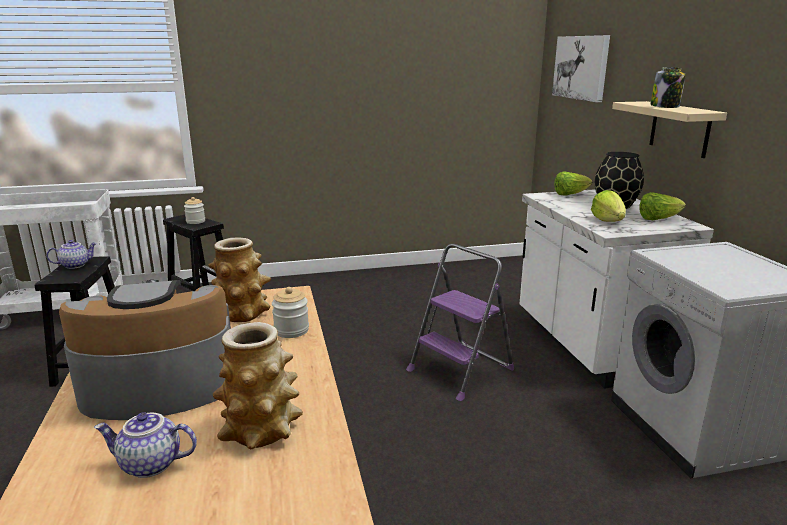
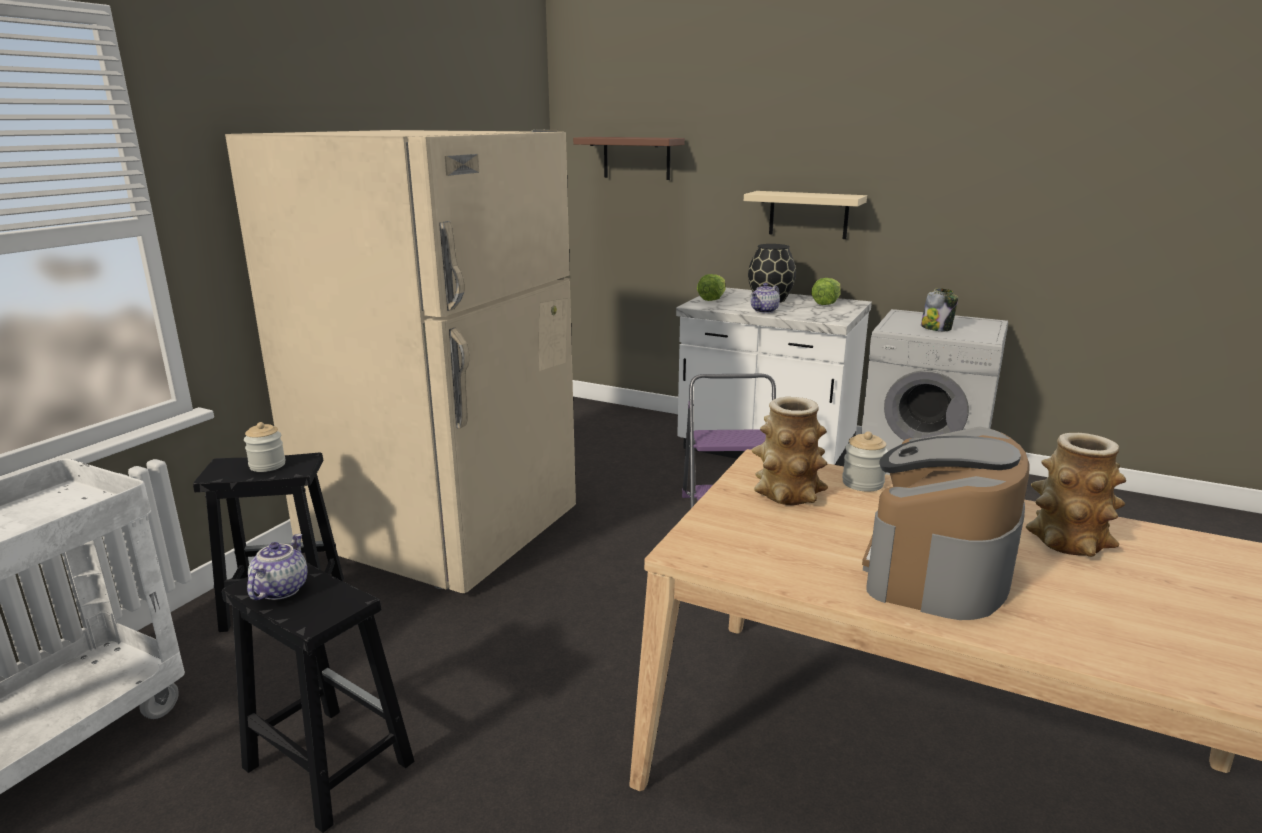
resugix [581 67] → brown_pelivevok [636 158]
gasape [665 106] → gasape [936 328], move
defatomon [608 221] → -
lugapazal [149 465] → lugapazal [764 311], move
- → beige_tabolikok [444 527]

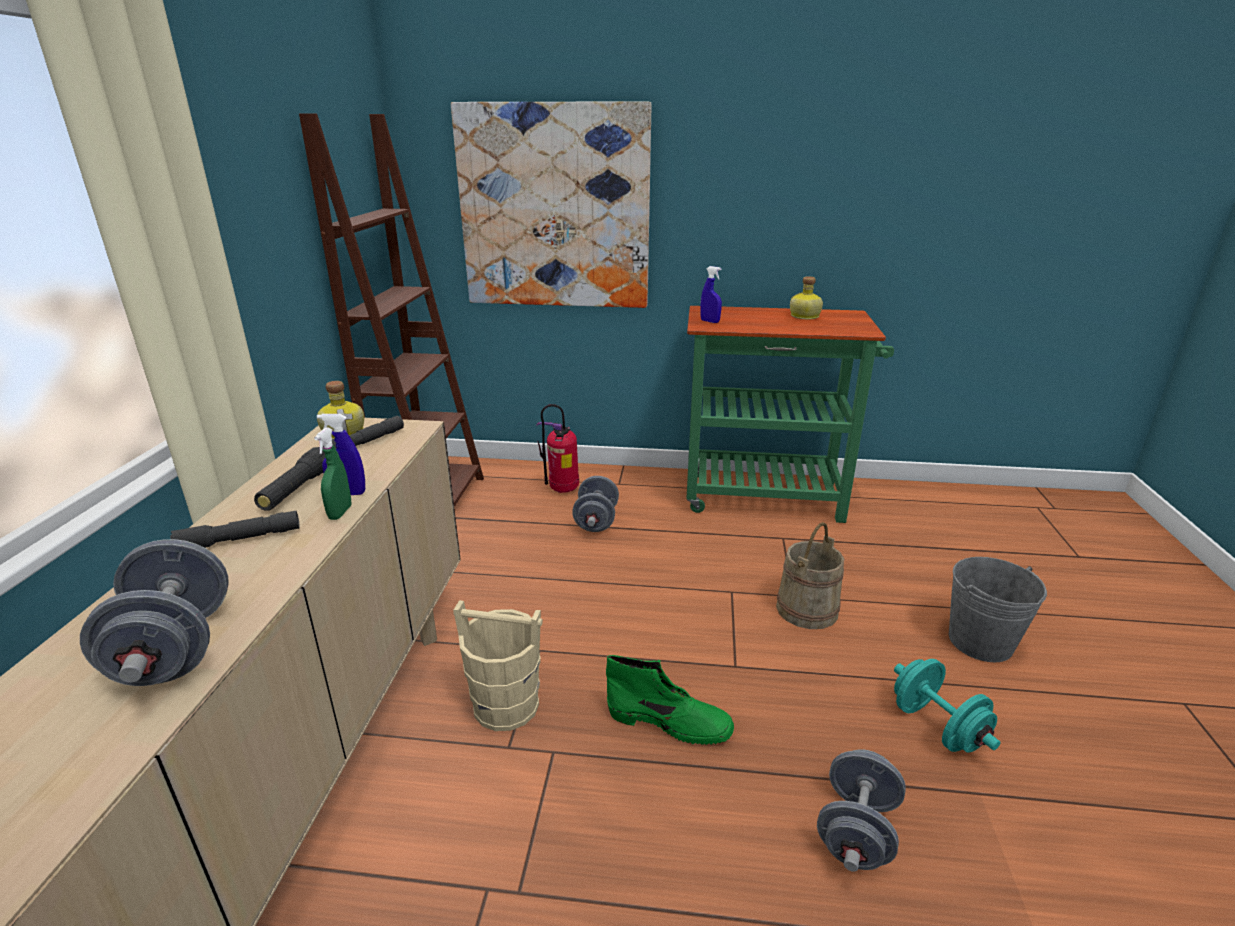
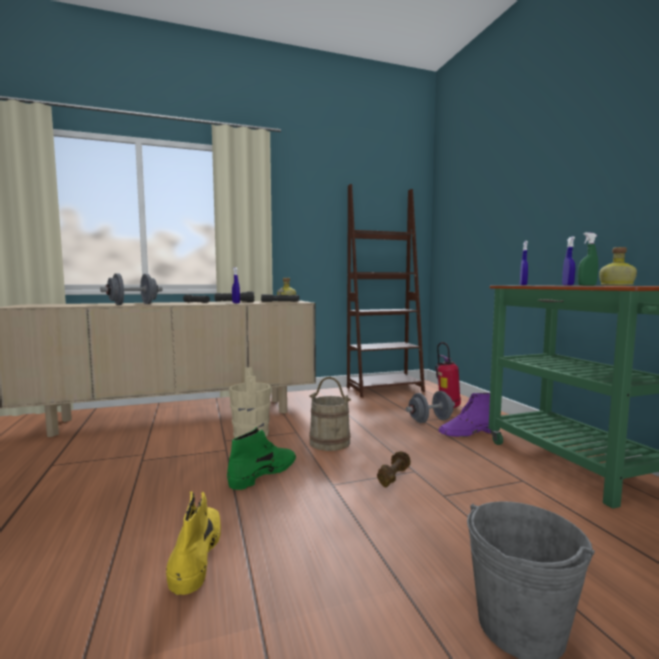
resugix [554 208] → -
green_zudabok [340 513] → green_zudabok [587 285], move
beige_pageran [806 609] → beige_pageran [330 442], move
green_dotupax [670 722] → green_dotupax [264 473], 135 degrees counterclockwise
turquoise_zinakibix [937 727] → -
grey_zinakibix [856 831] → yellow_dotupax [197 552]
- → blue_zudabok [567 285]
- → purple_dotupax [468 433]
- → brown_zinakibix [393 476]

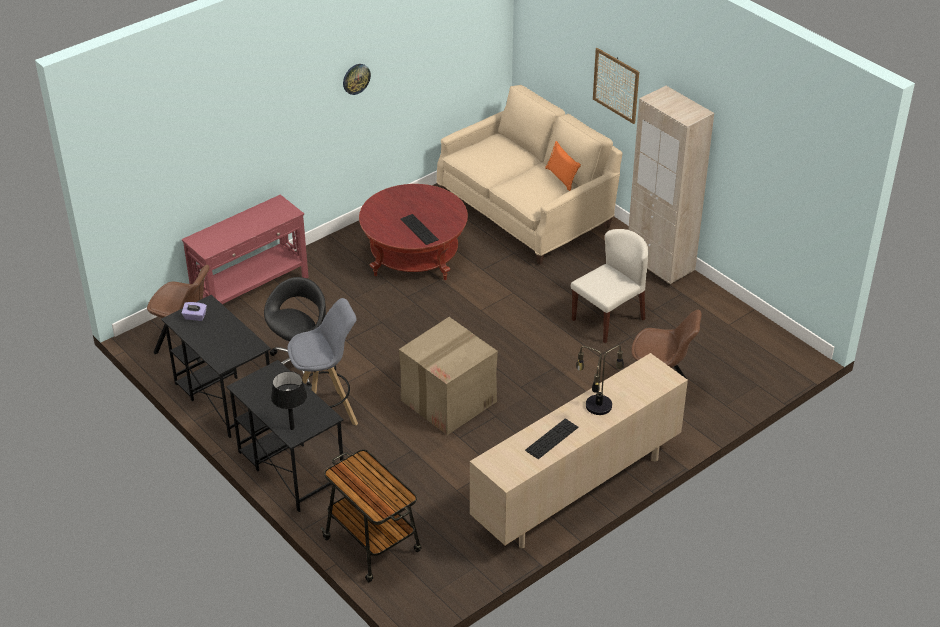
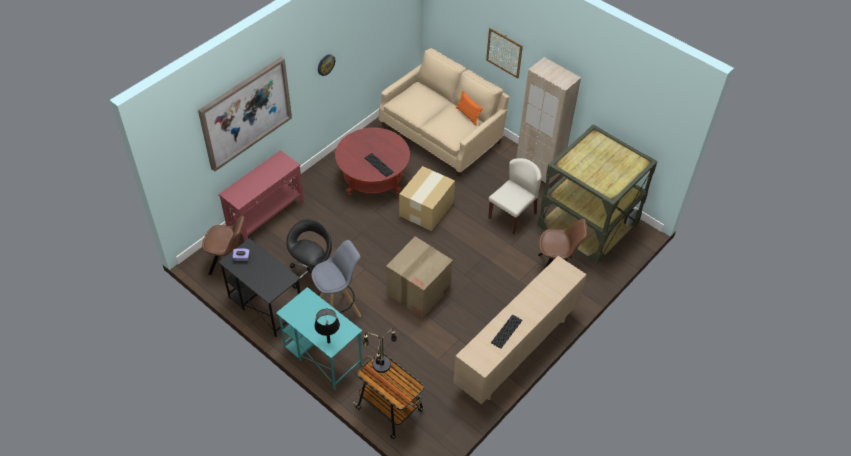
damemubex [598 405] → damemubex [381 364], move
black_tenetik [290 468] → turquoise_tenetik [322 356]
- → resugix [245 112]
- → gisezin [588 224]
- → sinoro [427 209]

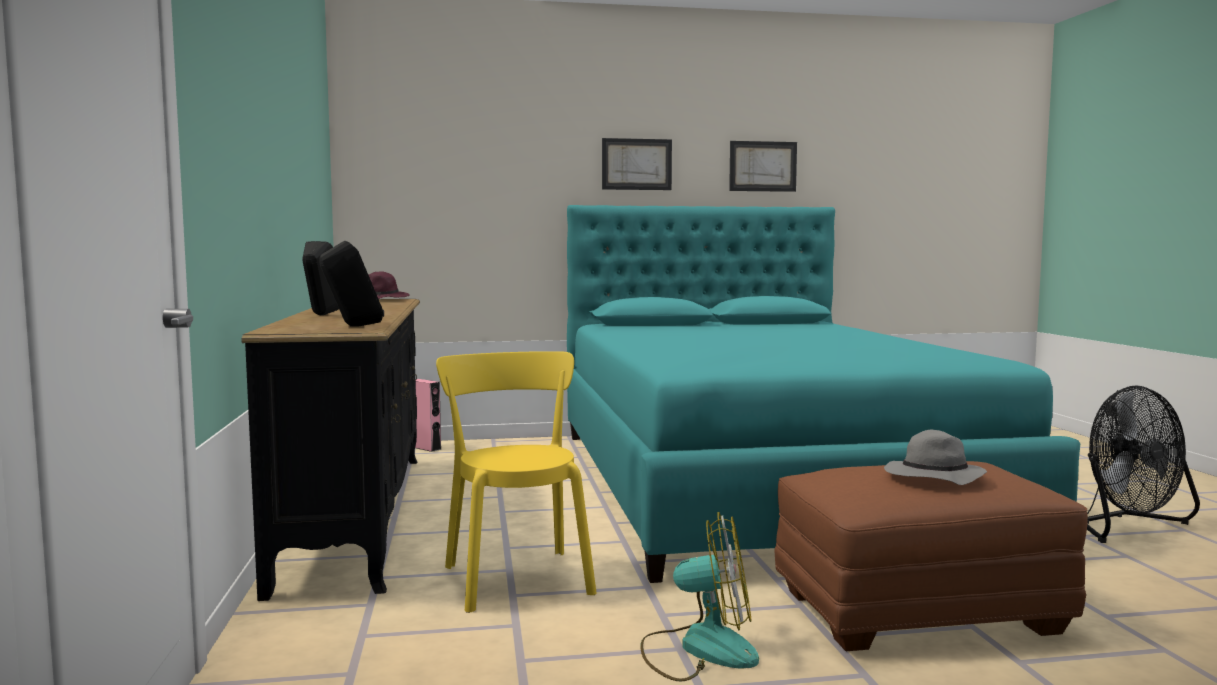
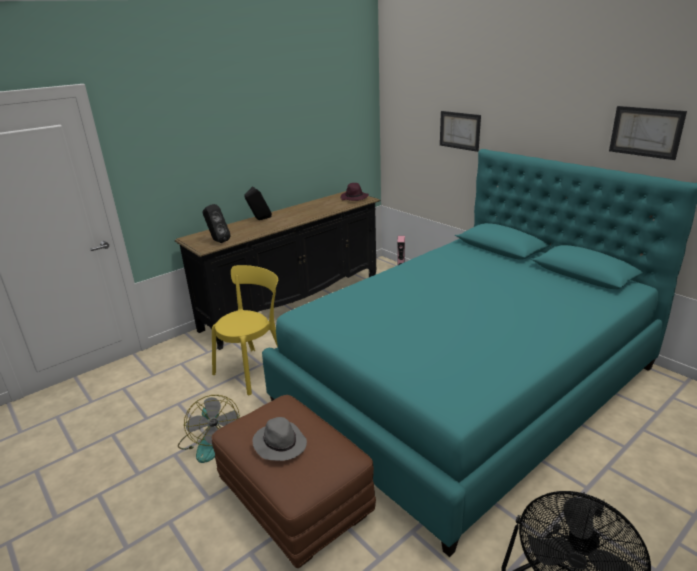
resugix [636 164] → resugix [460 130], move

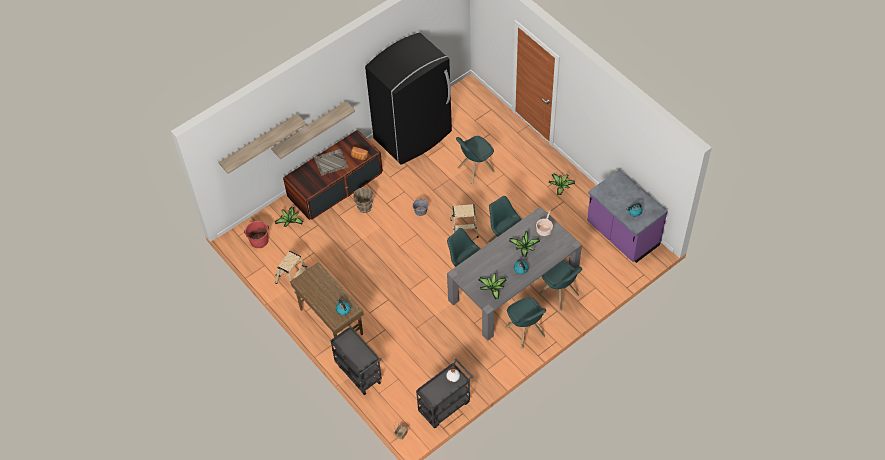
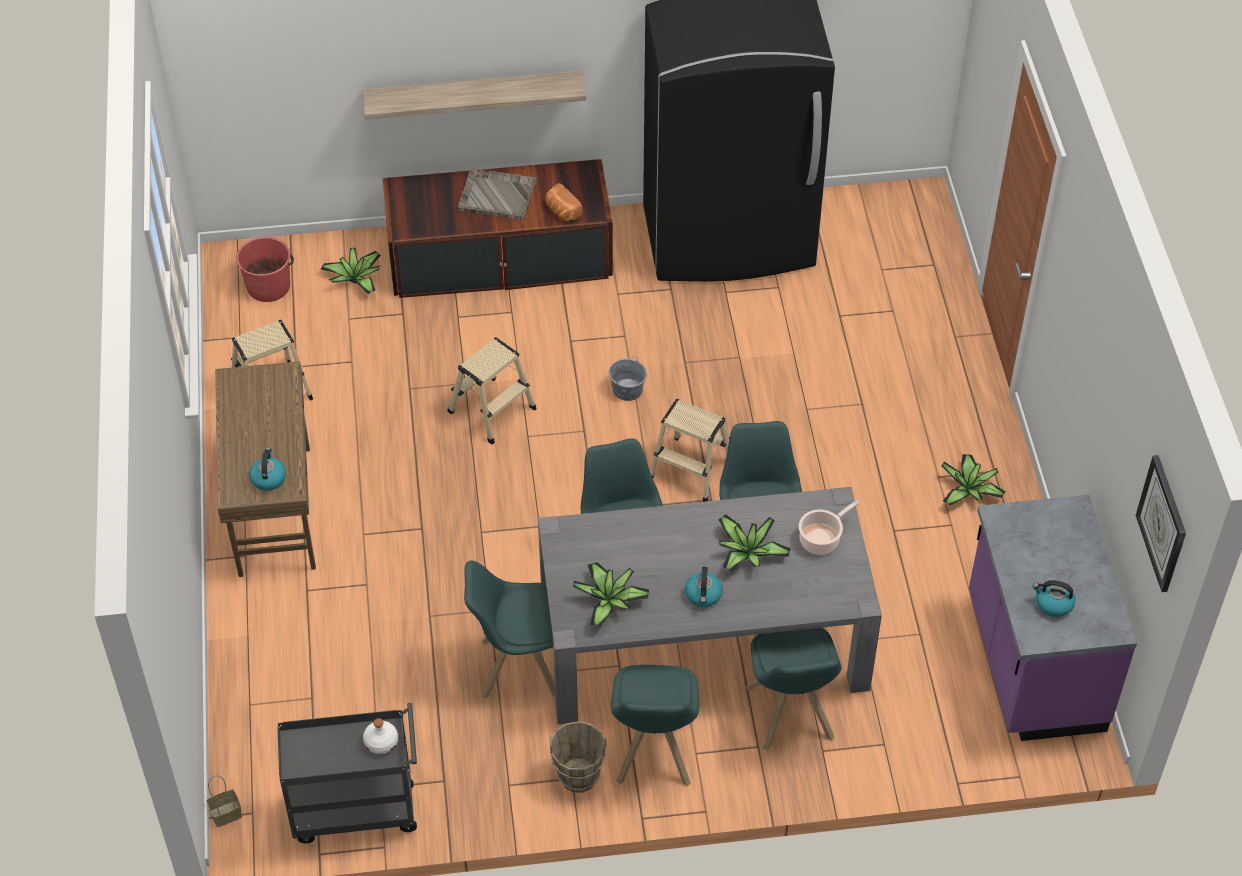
pelivevok [259 142] → -
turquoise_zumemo [475 169] → turquoise_zumemo [519 667], move
brown_pageran [364 207] → brown_pageran [578 775], move
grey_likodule [359 375] → -
- → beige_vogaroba [492 409]
- → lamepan [1162 523]

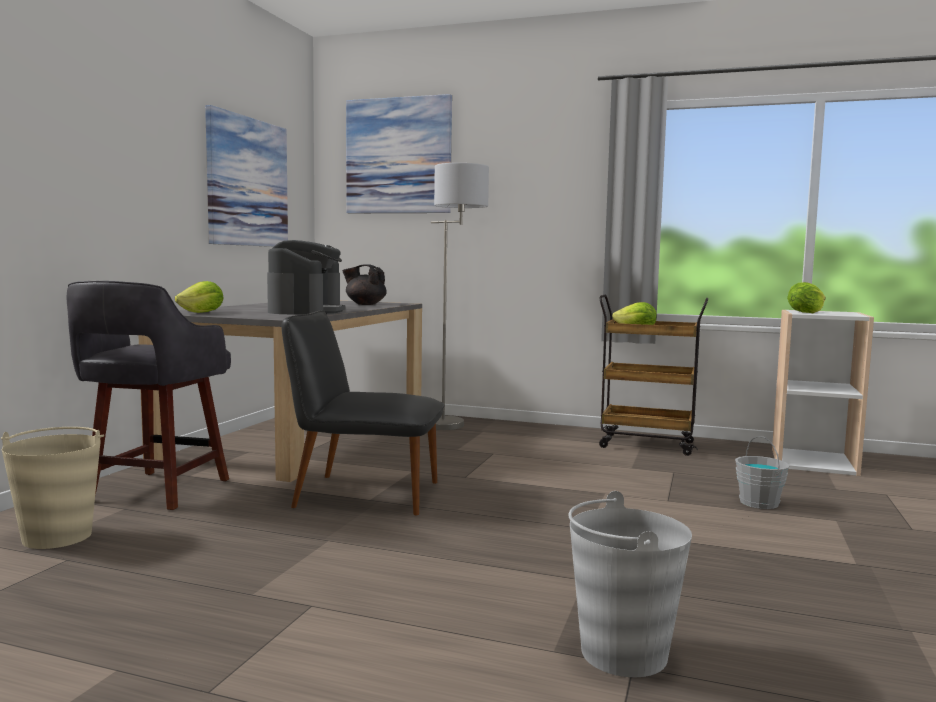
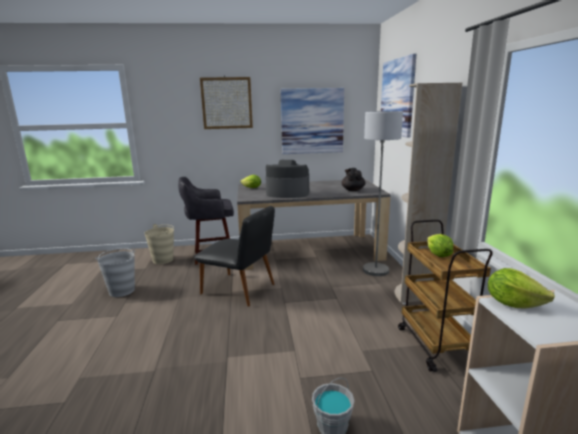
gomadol [306 311] → gomadol [287 193], 150 degrees counterclockwise
black_zumemo [367 494] → black_zumemo [238 289], 135 degrees clockwise
grey_pageran [622 653] → grey_pageran [122 291], move
- → resugix [226 102]
- → beige_gisezin [412 297]

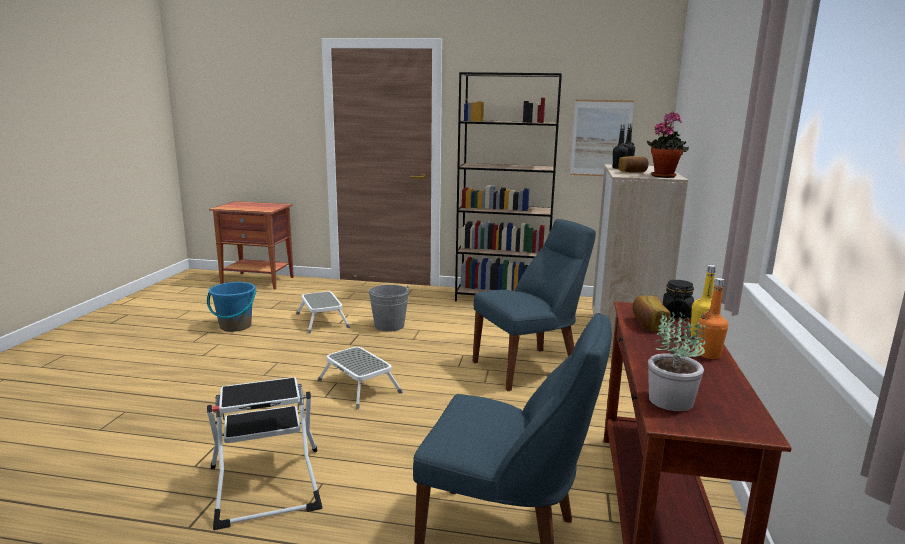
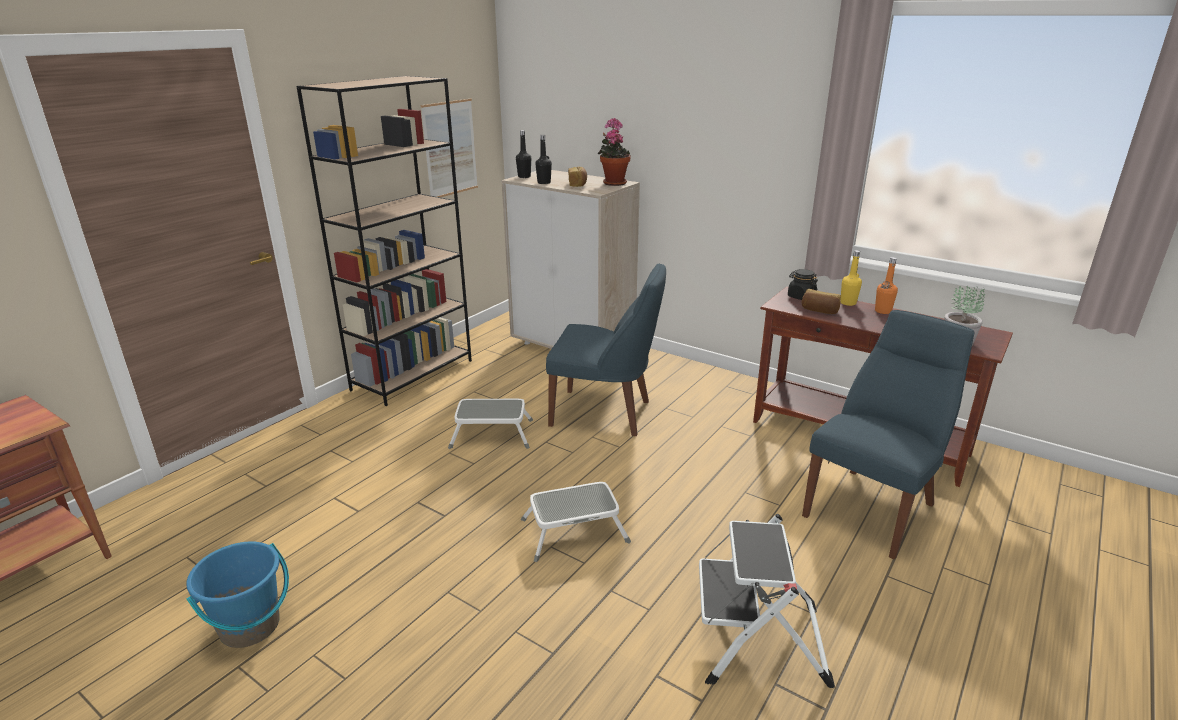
blue_zumemo [529 367] → blue_zumemo [605 413], 105 degrees clockwise
grey_pageran [389 326] → -
grey_vogaroba [322 320] → grey_vogaroba [492 433], move

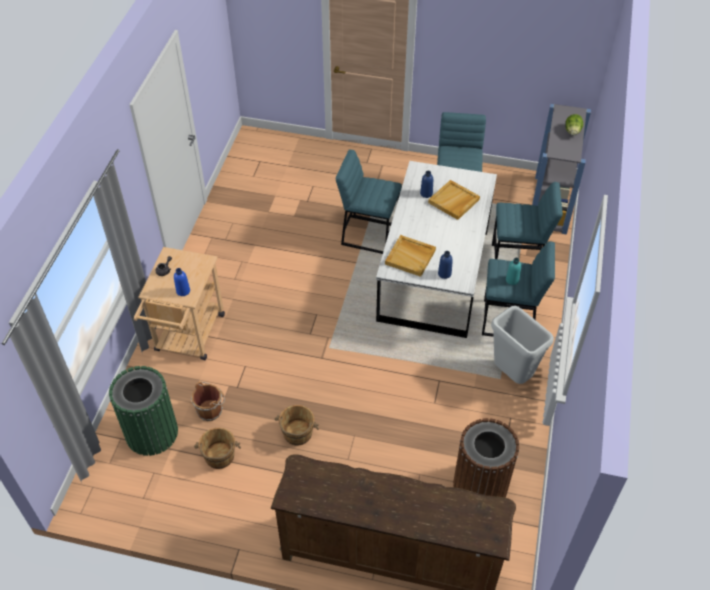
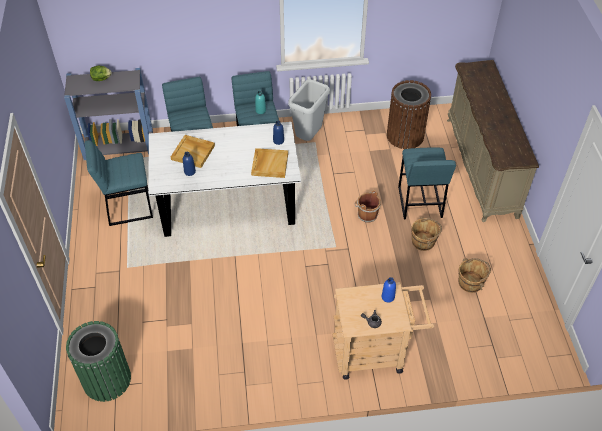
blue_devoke [368 234] → blue_devoke [420 203], move
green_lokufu [152 433] → green_lokufu [107 379], move
brown_pageran [210 410] → brown_pageran [366 215], move

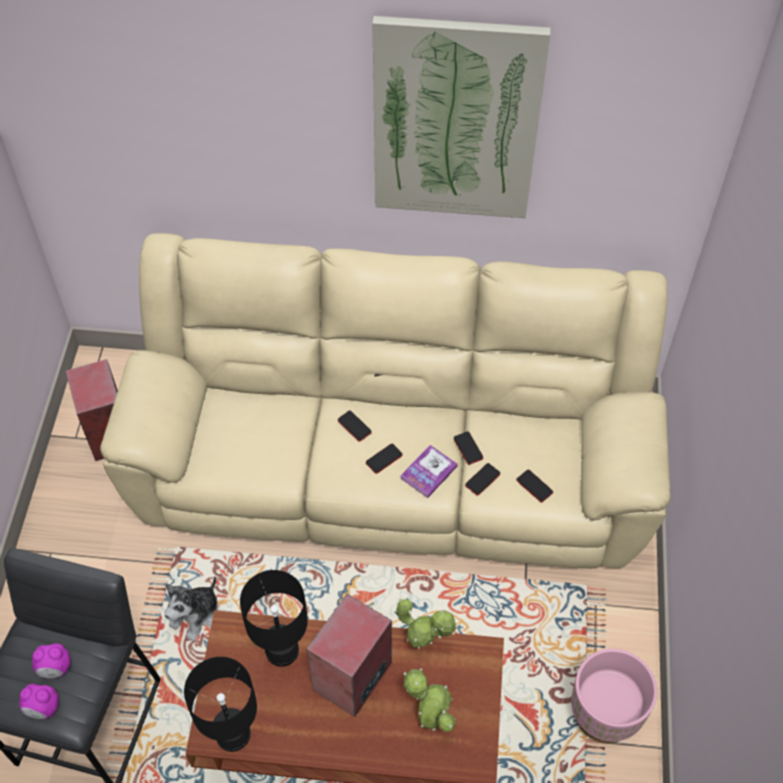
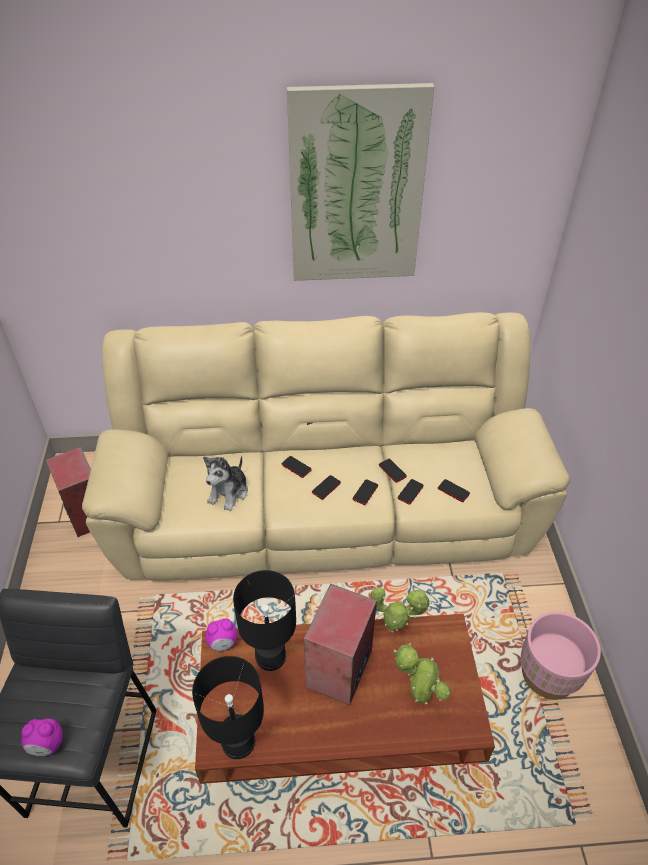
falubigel [428 472] → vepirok [365 492]
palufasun [196 615] → palufasun [229 492], move
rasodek [55 669] → rasodek [223 643], move

